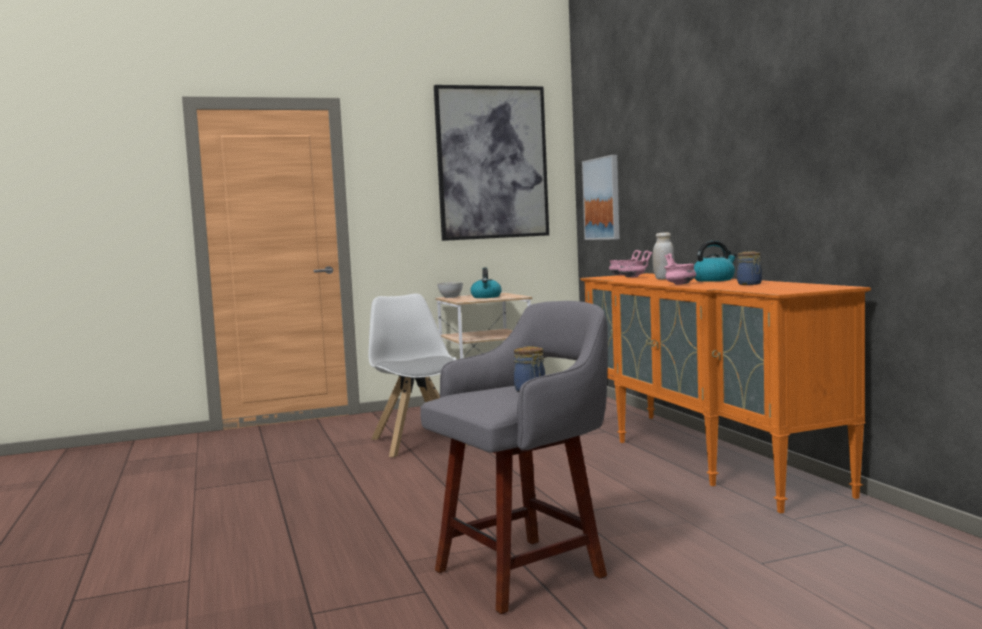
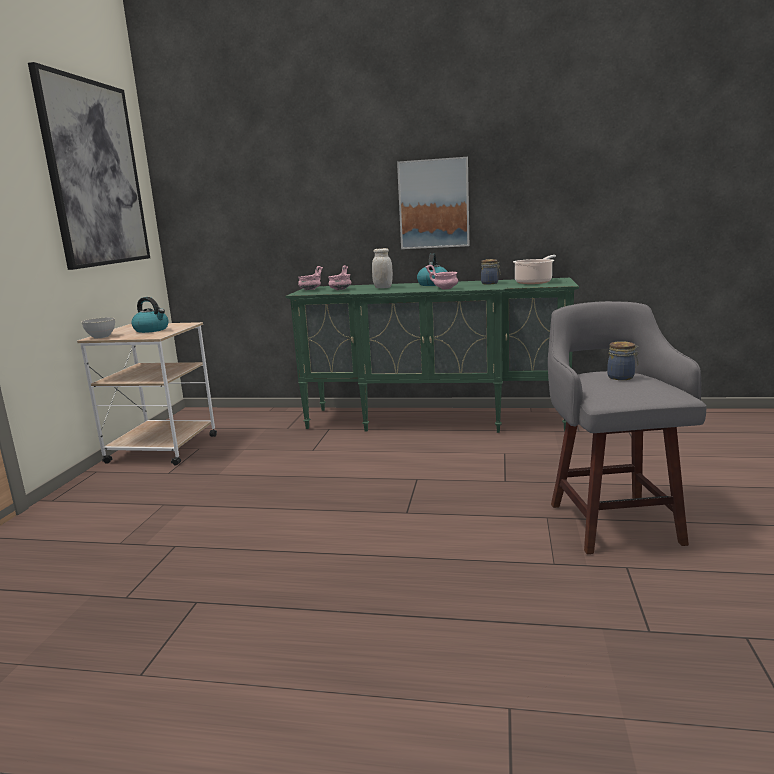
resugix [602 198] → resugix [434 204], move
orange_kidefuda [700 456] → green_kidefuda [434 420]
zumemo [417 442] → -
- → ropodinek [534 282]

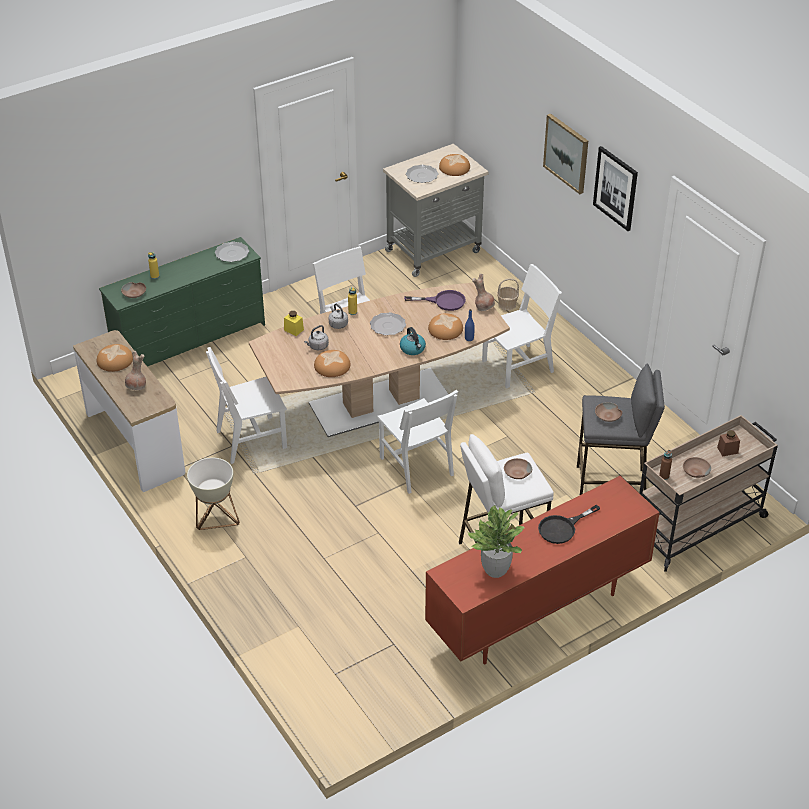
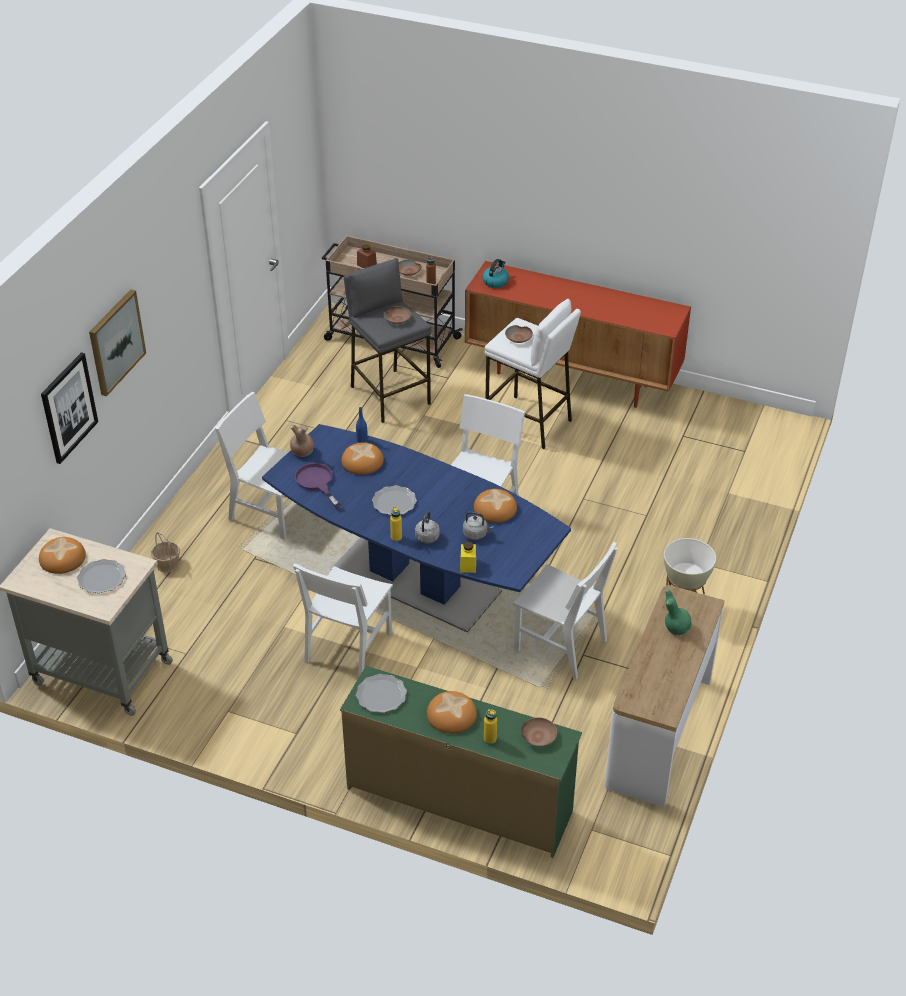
resugix [616 188] → resugix [68 407], move
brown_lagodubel [381 402] → blue_lagodubel [415 580]
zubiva [413 349] → zubiva [495 281], move
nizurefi [115 360] → nizurefi [451 715], move
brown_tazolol [137 387] → green_tazolol [676 628]
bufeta [495 570] → -
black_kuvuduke [562 528] → -

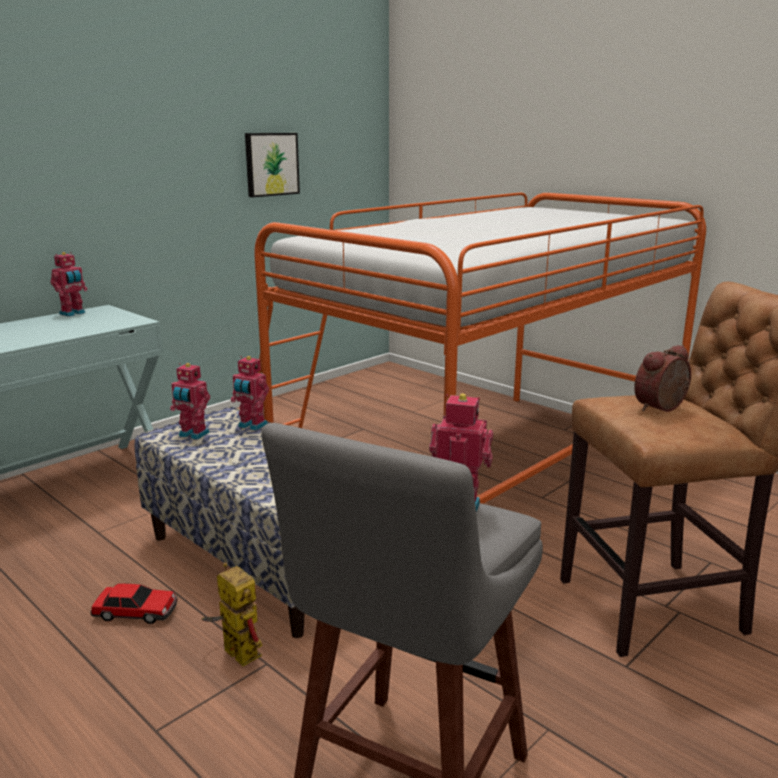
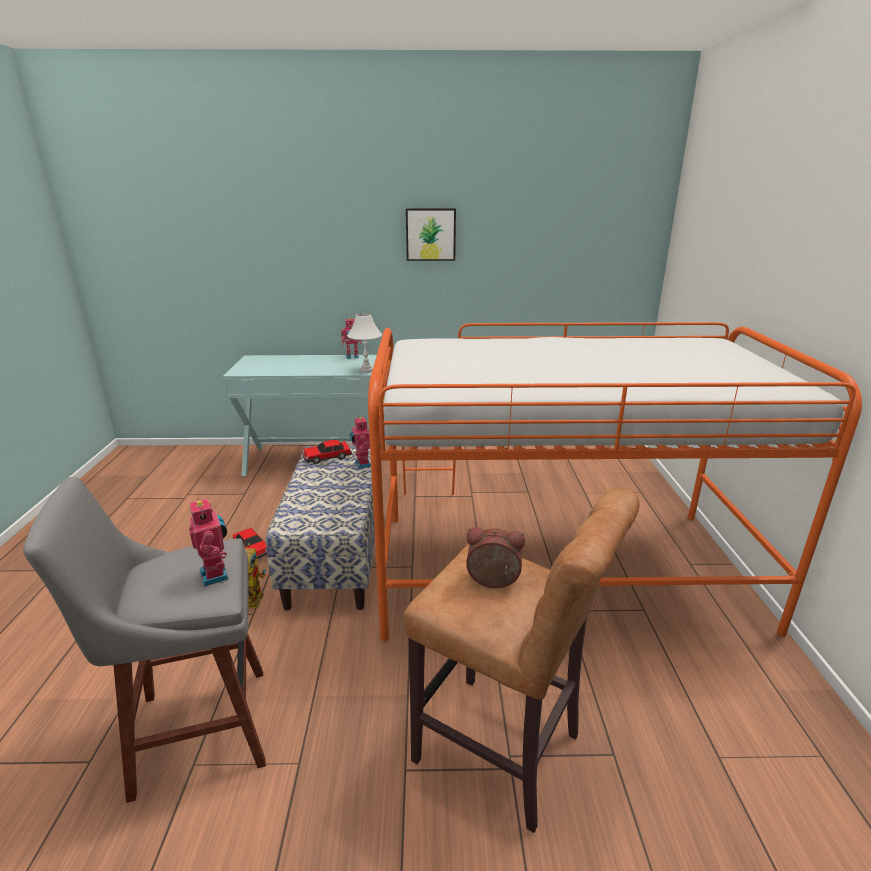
resugix [271 164] → resugix [430 234], move
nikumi [193 435] → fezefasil [327 457]
- → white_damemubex [366 370]

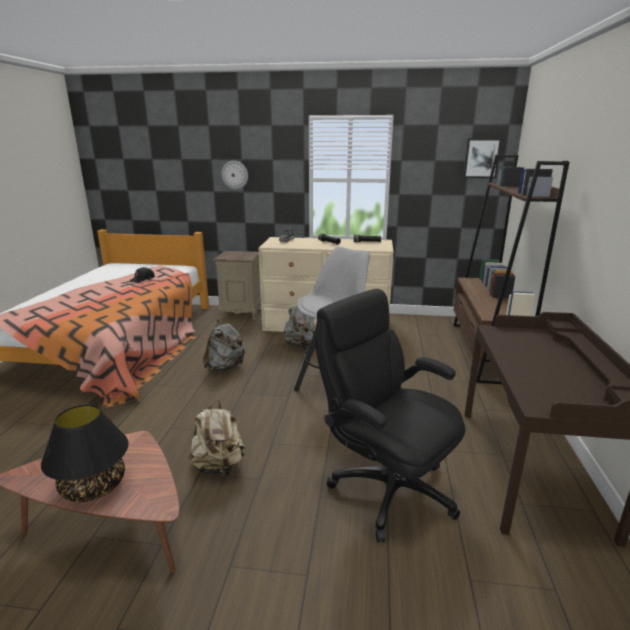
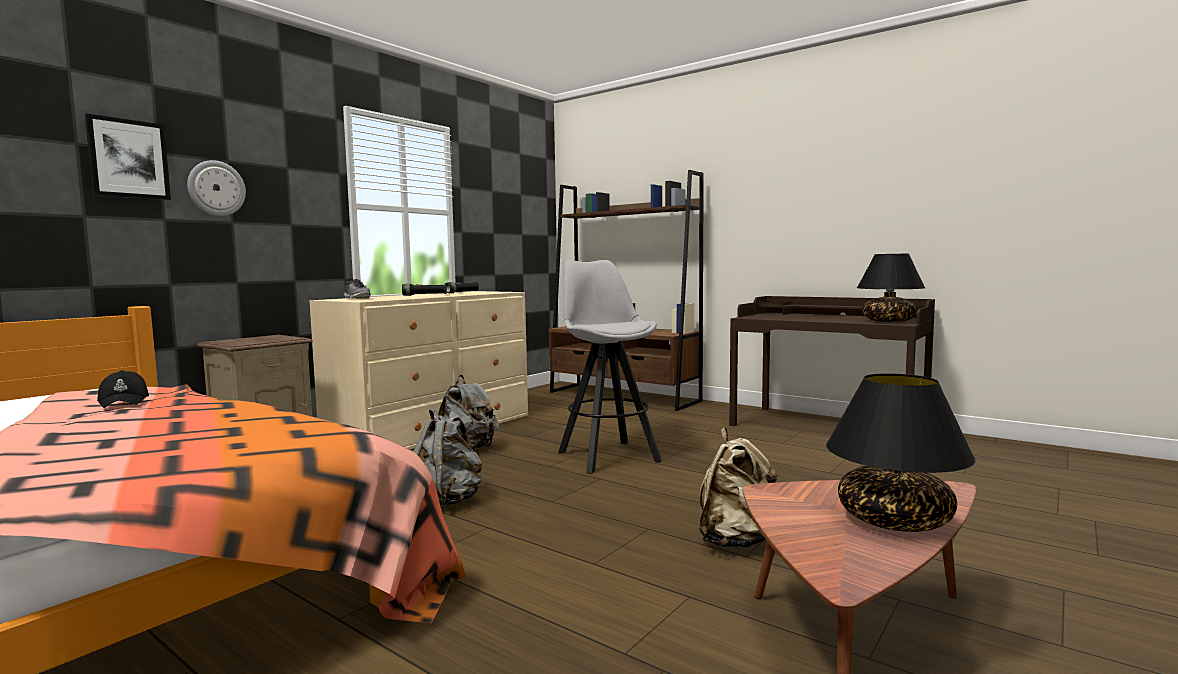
resugix [481 158] → resugix [128 159], move
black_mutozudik [385 486] → -
- → black_damemubex [888 321]

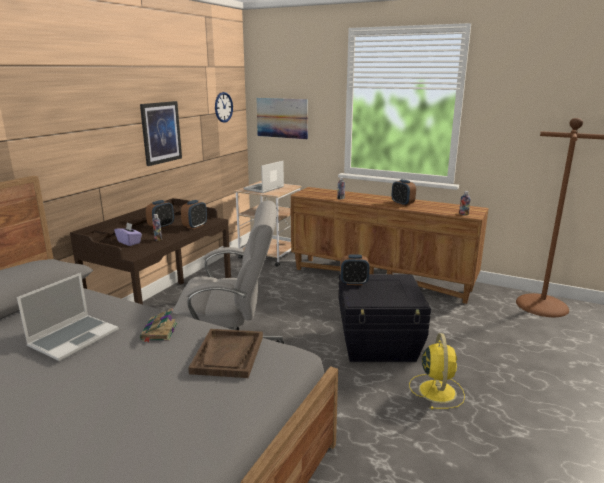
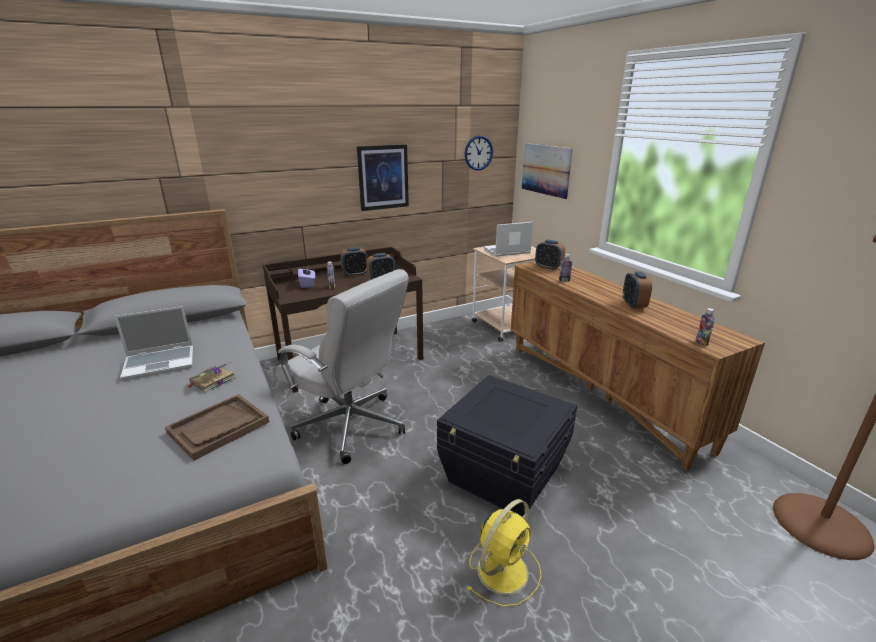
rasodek [354 282] → rasodek [548 267], move

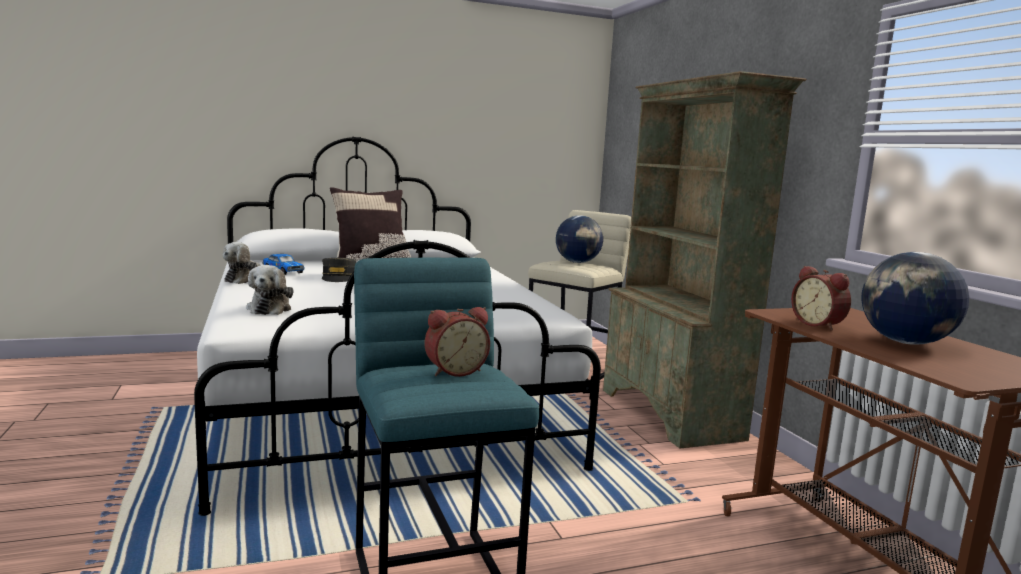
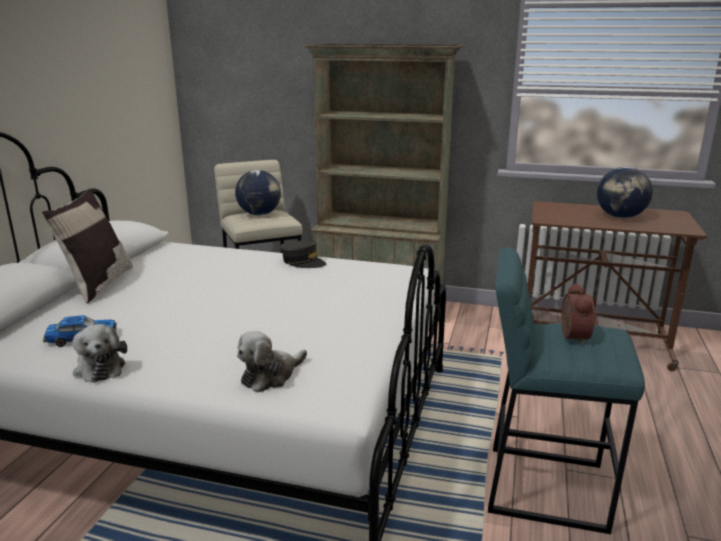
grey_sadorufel [338 278] → grey_sadorufel [303 262], move
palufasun [270 308] → palufasun [270 376], 105 degrees clockwise
rasodek [819 324] → -

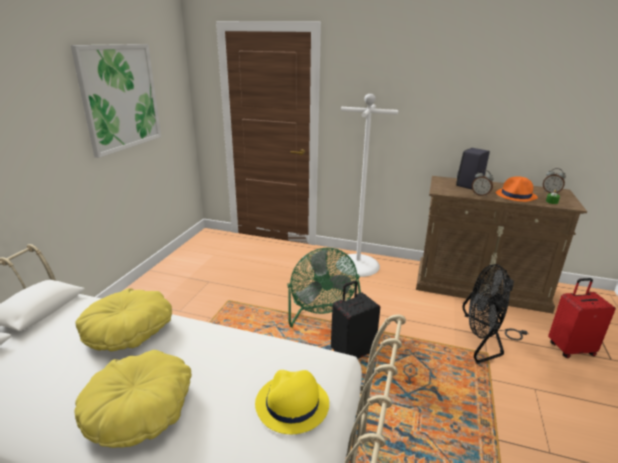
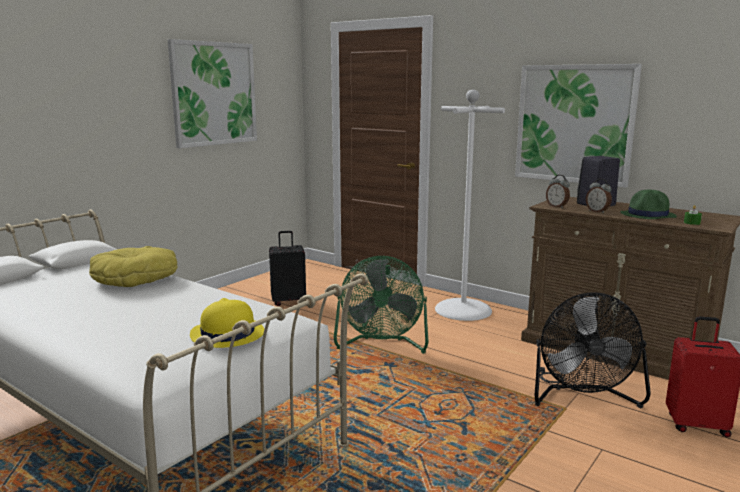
rasodek [551 192] → rasodek [557 206], move
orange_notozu [516 196] → green_notozu [648 215]
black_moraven [486 338] → black_moraven [578 396], 120 degrees counterclockwise
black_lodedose [352 353] → black_lodedose [289 301], move
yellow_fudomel [137 408] → -
- → resugix [574 124]

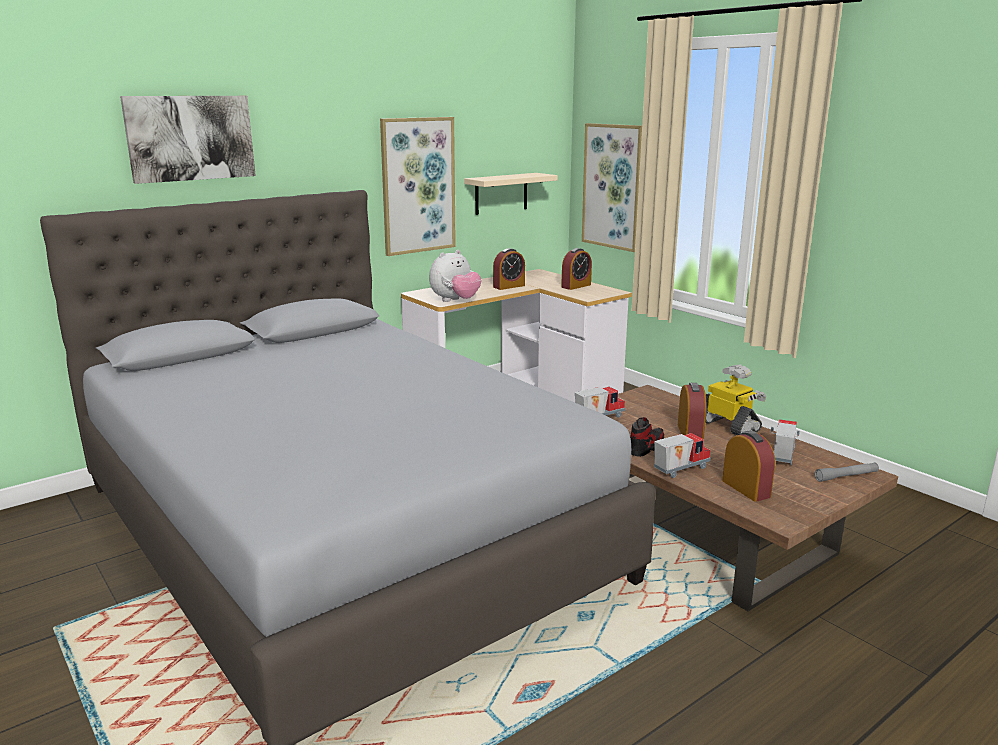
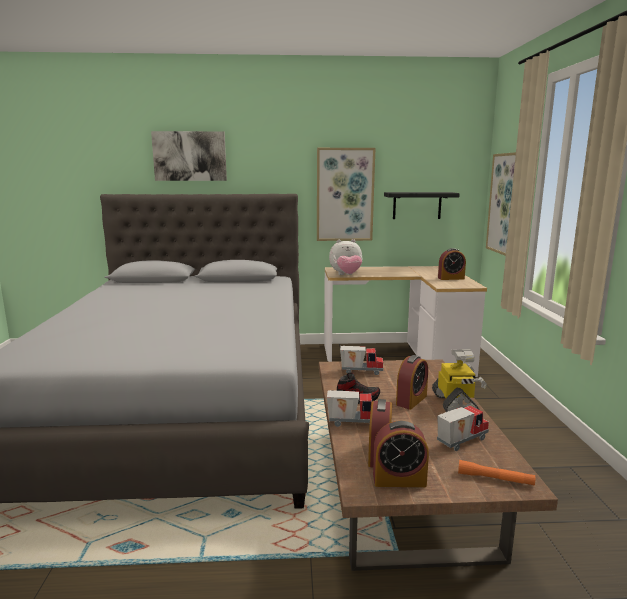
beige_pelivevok [501 193] → black_pelivevok [417 205]
rasodek [509 286] → rasodek [399 480], move
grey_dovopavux [846 476] → orange_dovopavux [495 479]

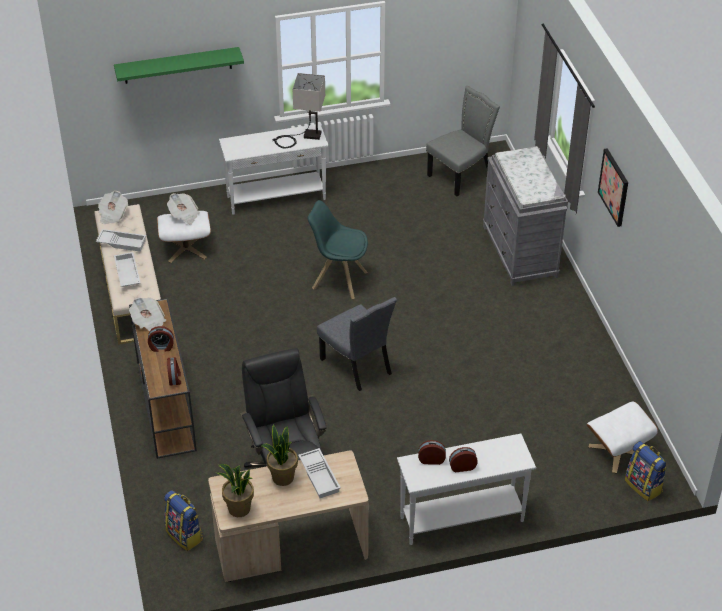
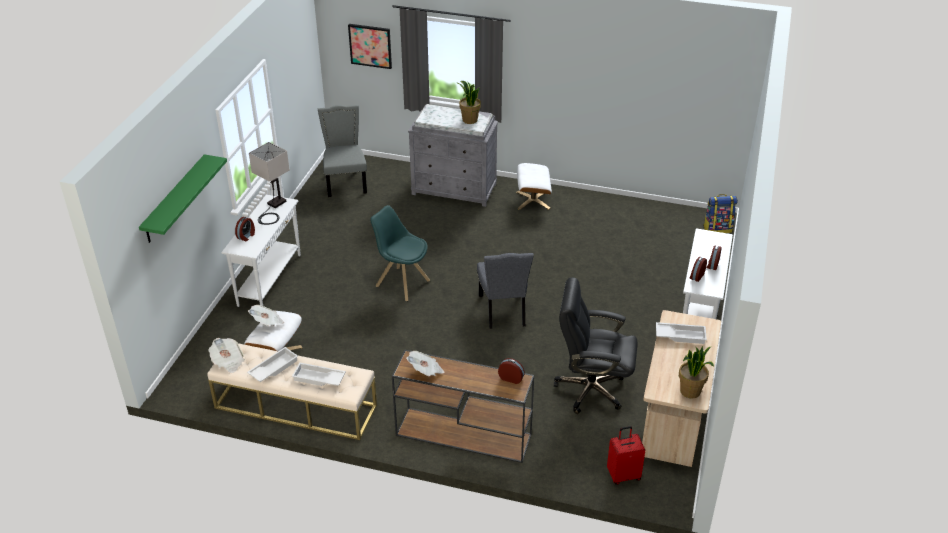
resugix [614 187] → resugix [370 45], move
turquoise_zumemo [339 280] → turquoise_zumemo [402 283], 75 degrees clockwise
grey_zumemo [356 364] → grey_zumemo [503 309], 90 degrees clockwise
rasodek [161 347] → rasodek [246 236], move
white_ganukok [617 451] → white_ganukok [532 200], move
bufeta [282 477] → bufeta [469 120], move
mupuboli [185 535] → red_lodedose [623 475]

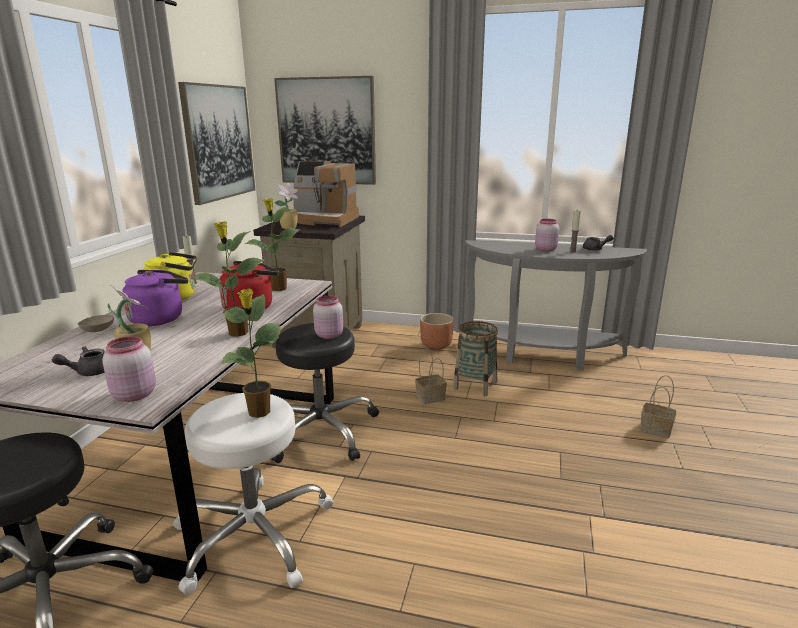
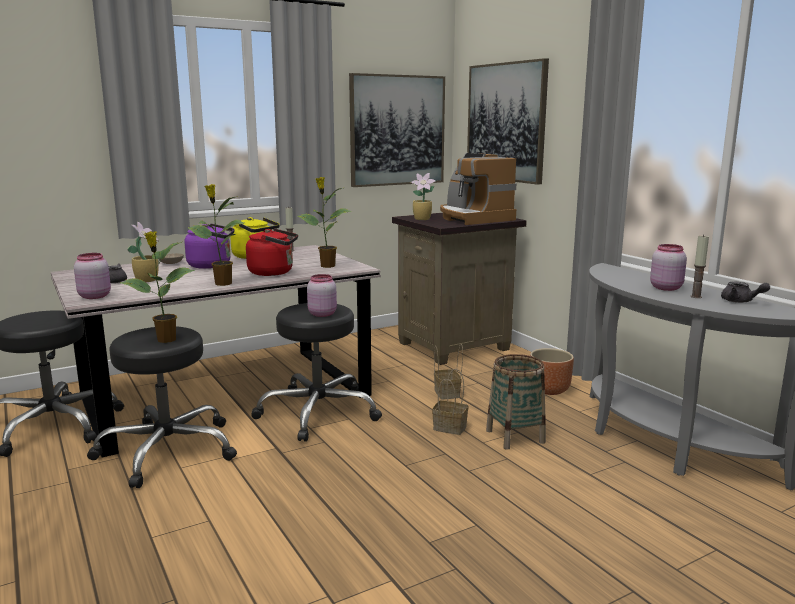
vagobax [657 429] → vagobax [447 394], move
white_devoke [253 535] → black_devoke [167 450]

